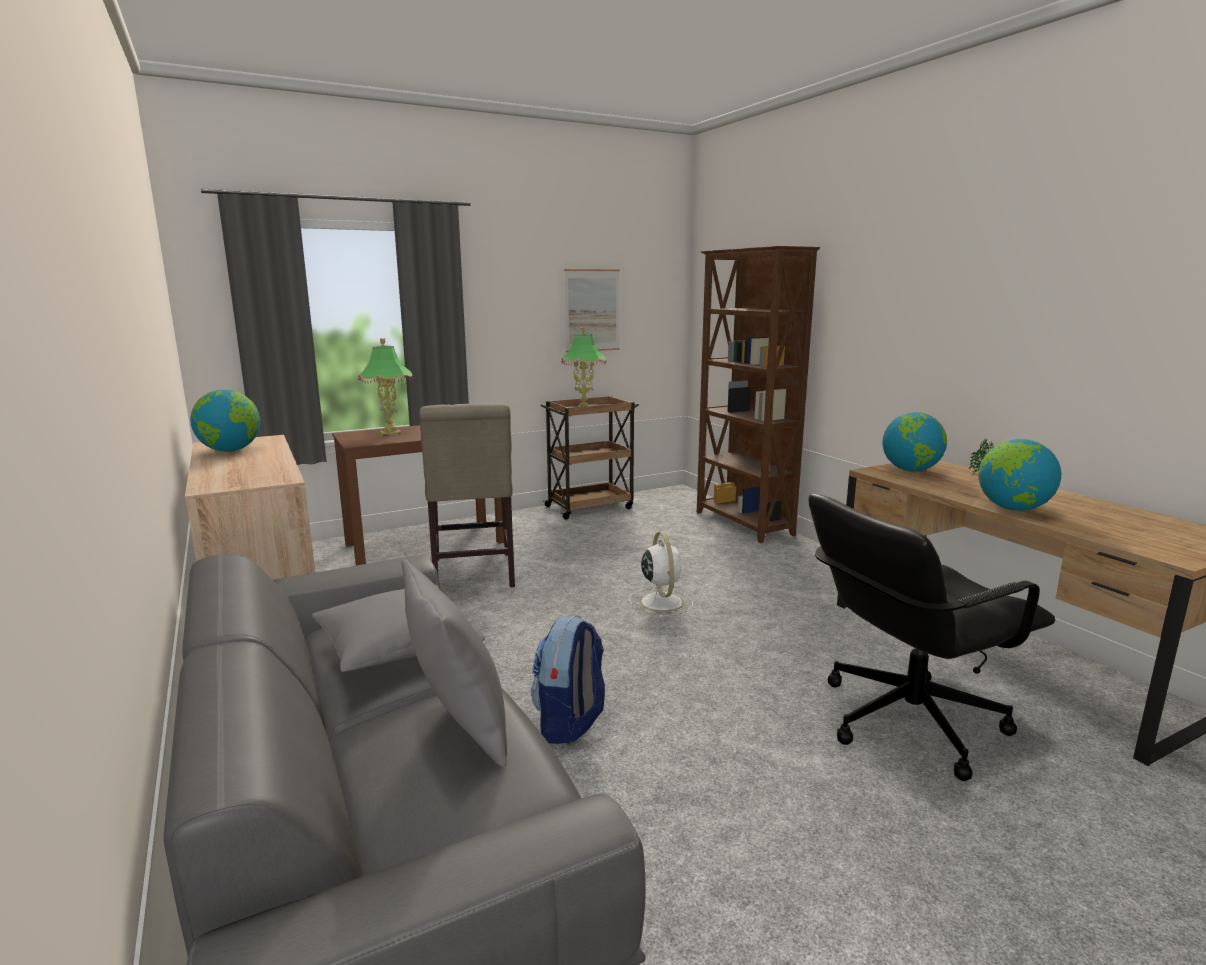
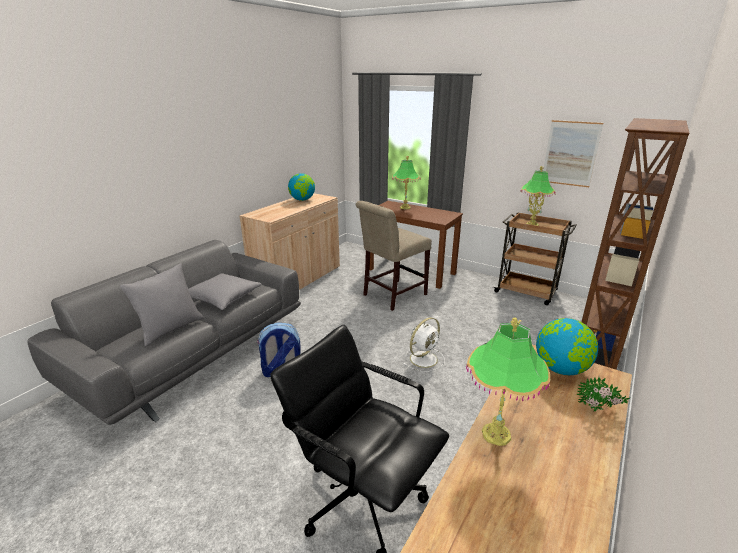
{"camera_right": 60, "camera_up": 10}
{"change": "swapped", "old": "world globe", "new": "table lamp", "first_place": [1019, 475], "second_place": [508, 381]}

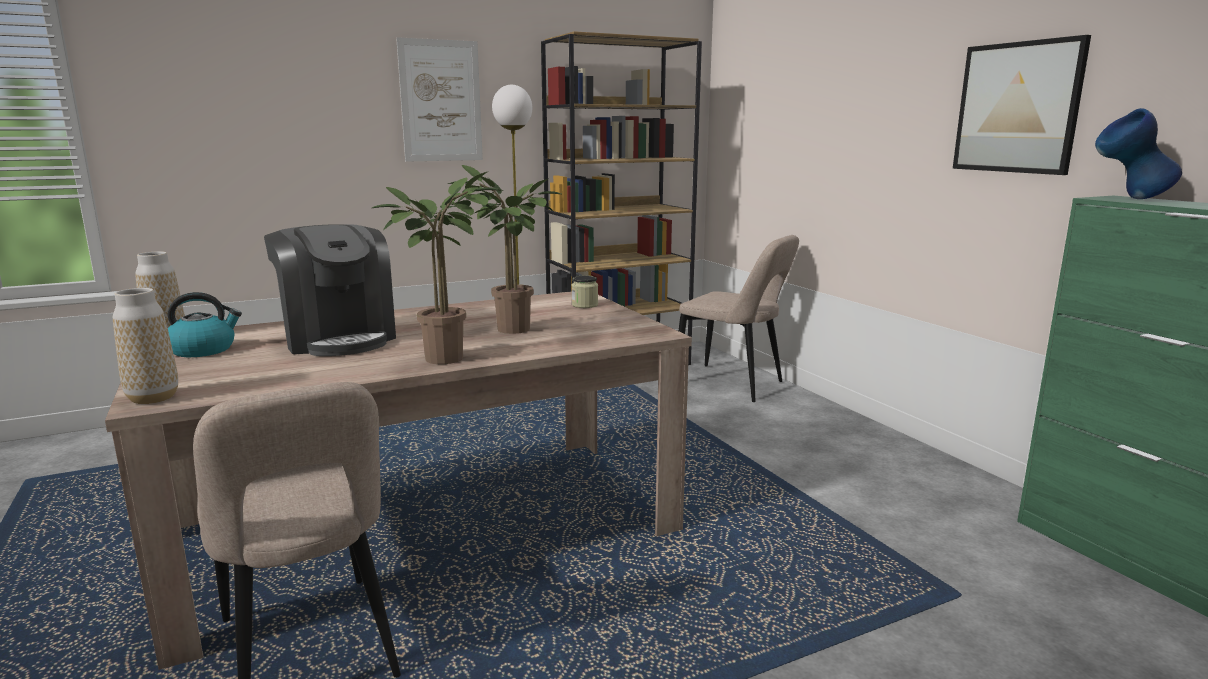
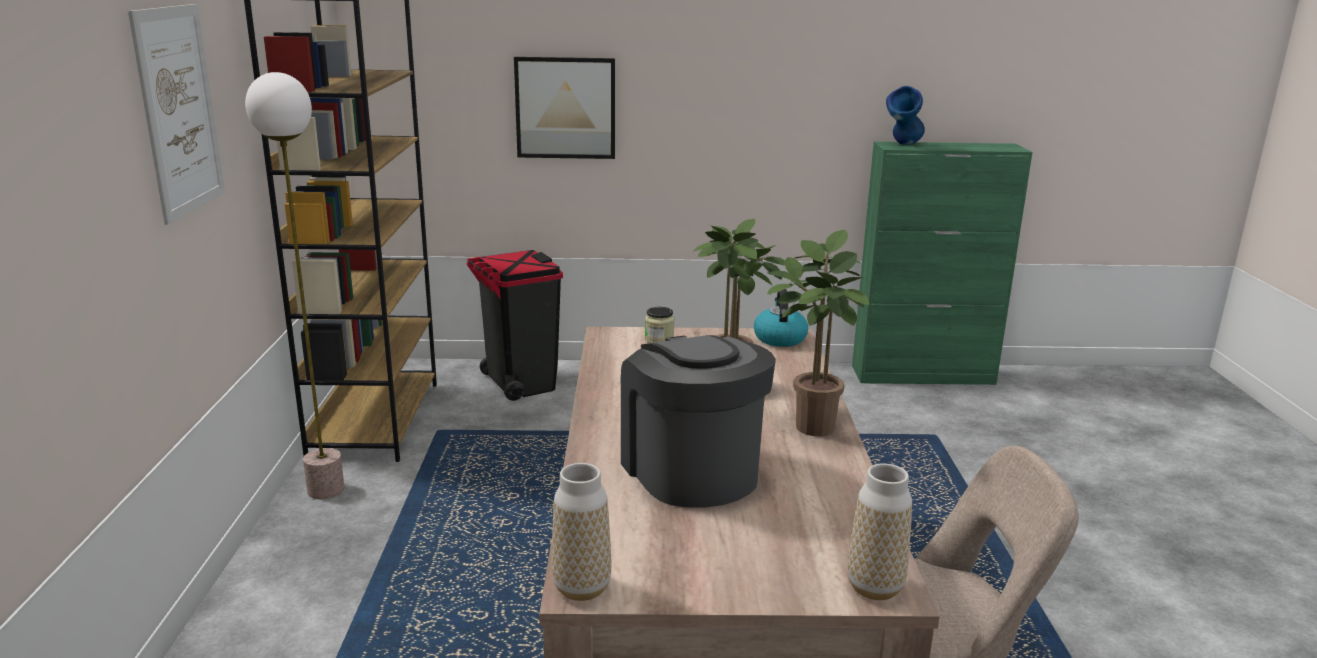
{"camera_right": -65, "camera_up": 5}
{"change": "shifted", "old": "wall picture", "first_place": [1022, 105], "second_place": [564, 108]}
{"change": "rotated", "old": "coffee machine", "first_place": [330, 290], "second_place": [698, 421], "degrees": -105}
{"change": "swapped", "old": "sand-coloured upright chair", "new": "blackish trash can", "first_place": [738, 318], "second_place": [515, 325]}
{"change": "shifted", "old": "water kettle", "first_place": [204, 324], "second_place": [781, 318]}

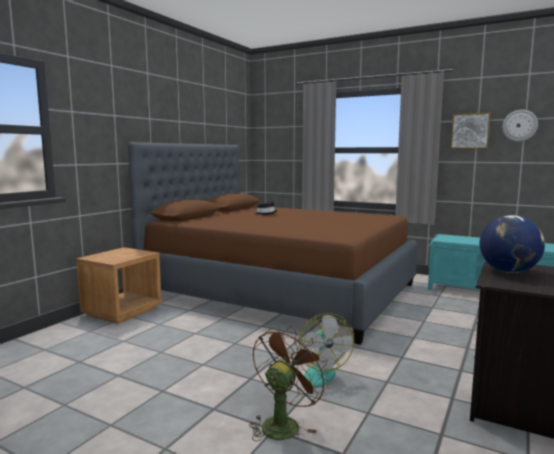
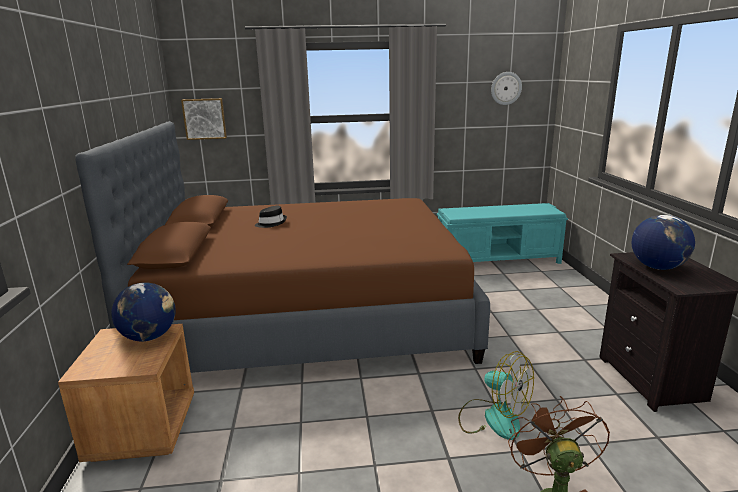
{"camera_right": -35, "camera_up": 10}
{"change": "shifted", "old": "wall picture", "first_place": [470, 130], "second_place": [204, 119]}
{"change": "new", "new": "world globe", "second_place": [143, 311]}

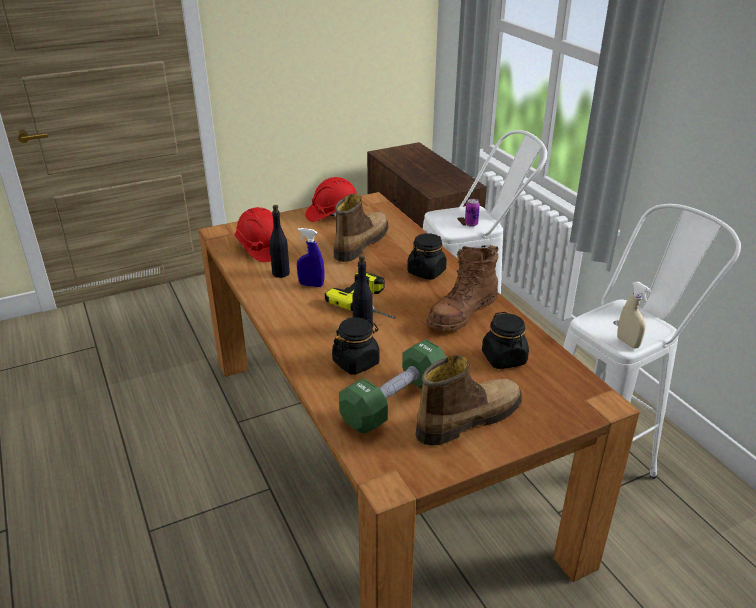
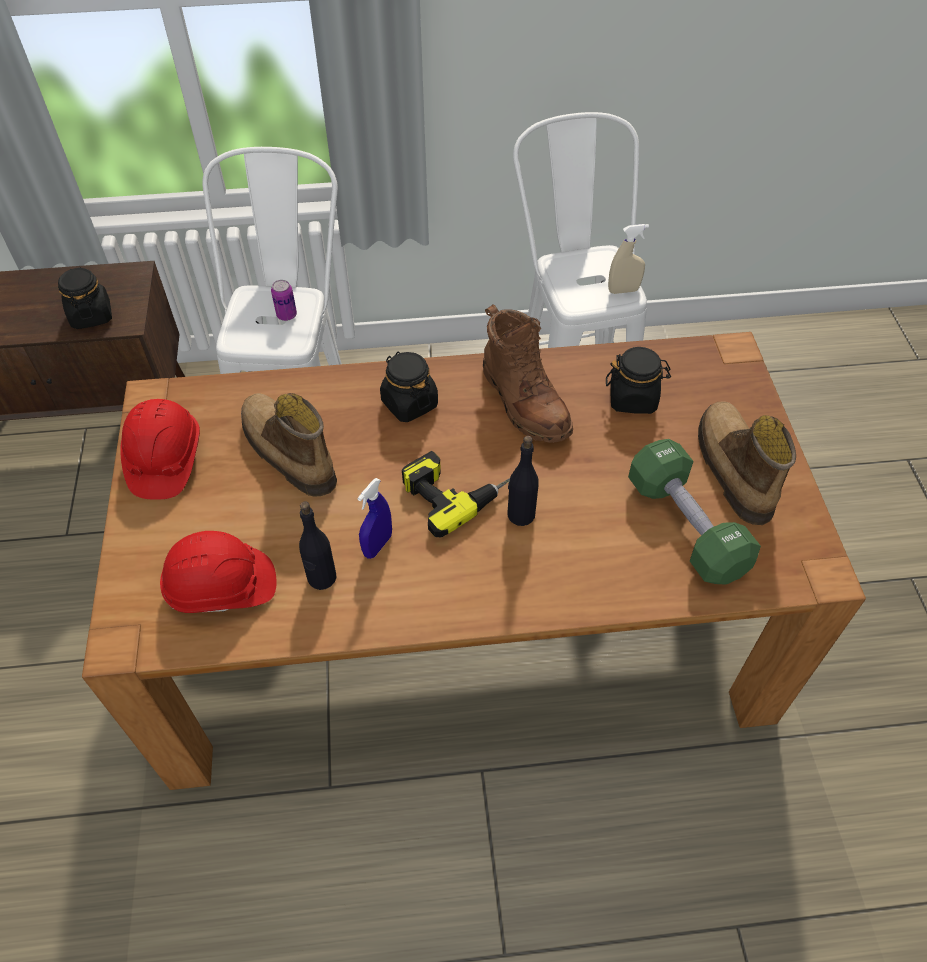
{"camera_right": -70, "camera_up": 20}
{"change": "shifted", "old": "blackish preserve jar", "first_place": [355, 346], "second_place": [85, 298]}

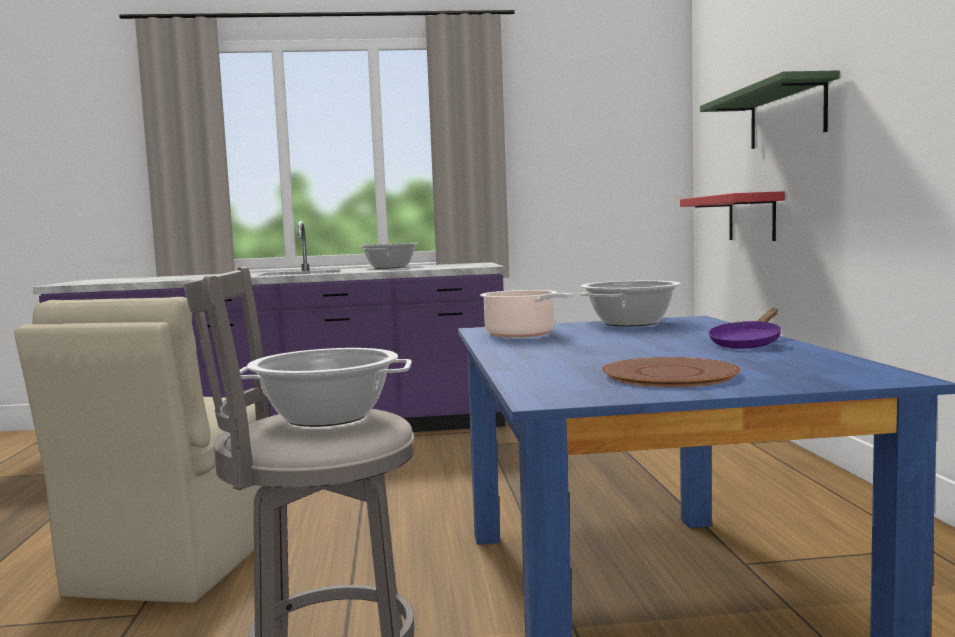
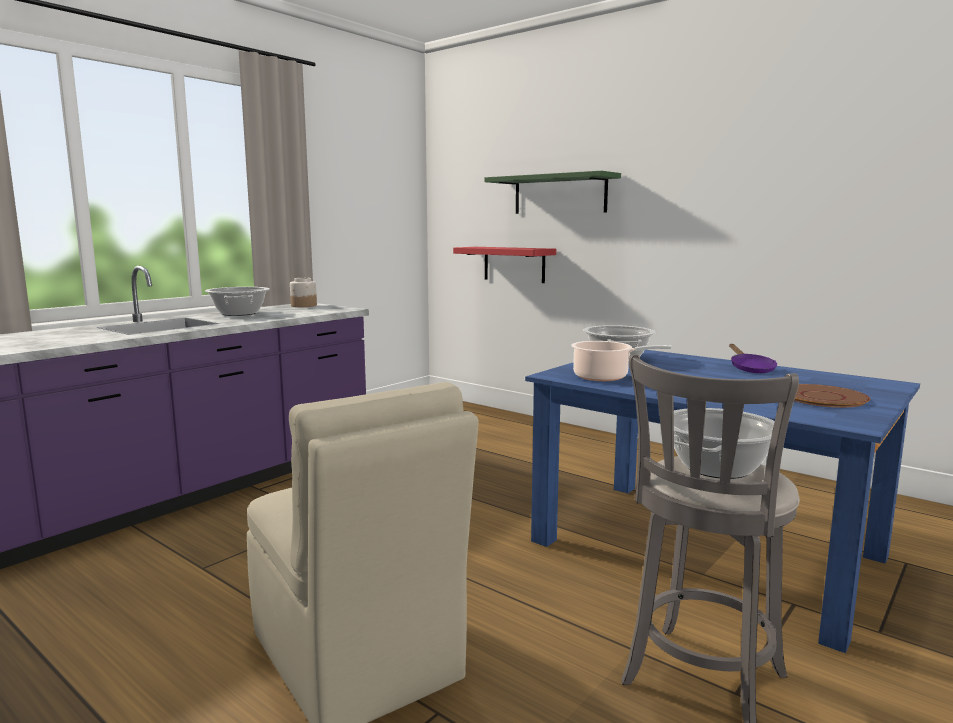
{"camera_right": -45, "camera_up": 5}
{"change": "new", "new": "preserve jar", "second_place": [303, 292]}

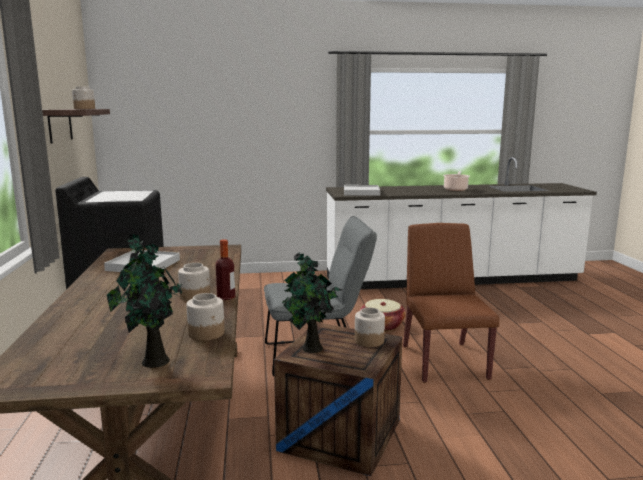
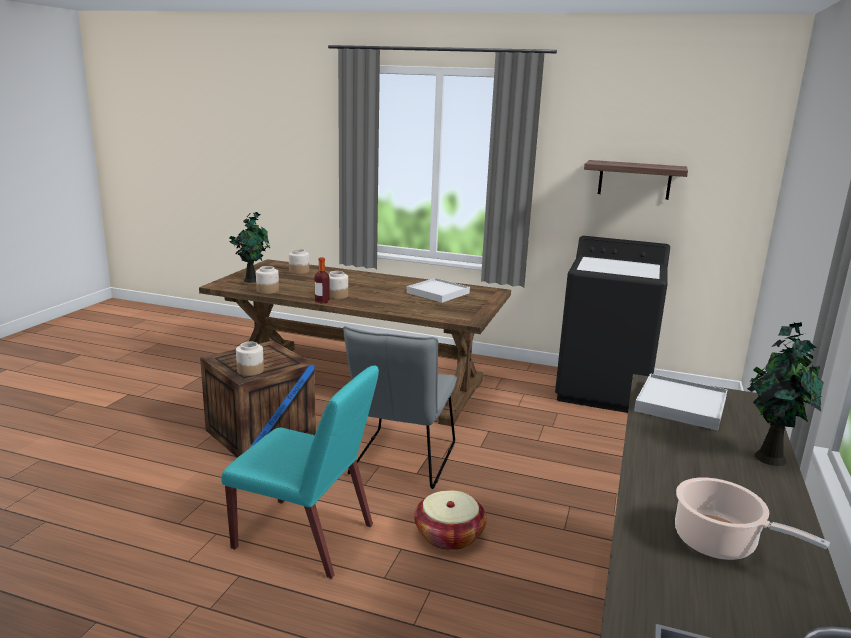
{"camera_right": 115, "camera_up": 5}
{"change": "shifted", "old": "preserve jar", "first_place": [83, 97], "second_place": [299, 261]}
{"change": "repainted", "old": "brownish upright chair", "new": "blue-green upright chair", "first_place": [451, 303], "second_place": [300, 472]}
{"change": "shifted", "old": "houseplant", "first_place": [312, 302], "second_place": [785, 394]}

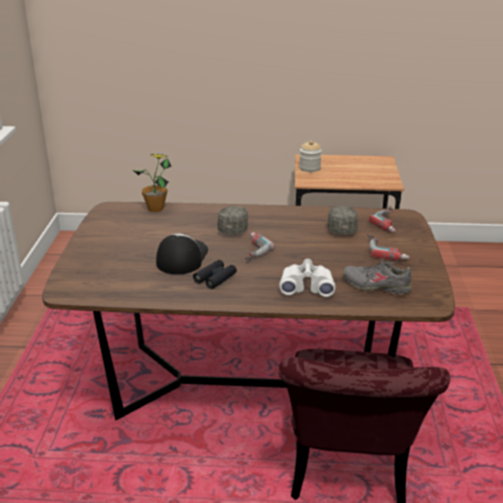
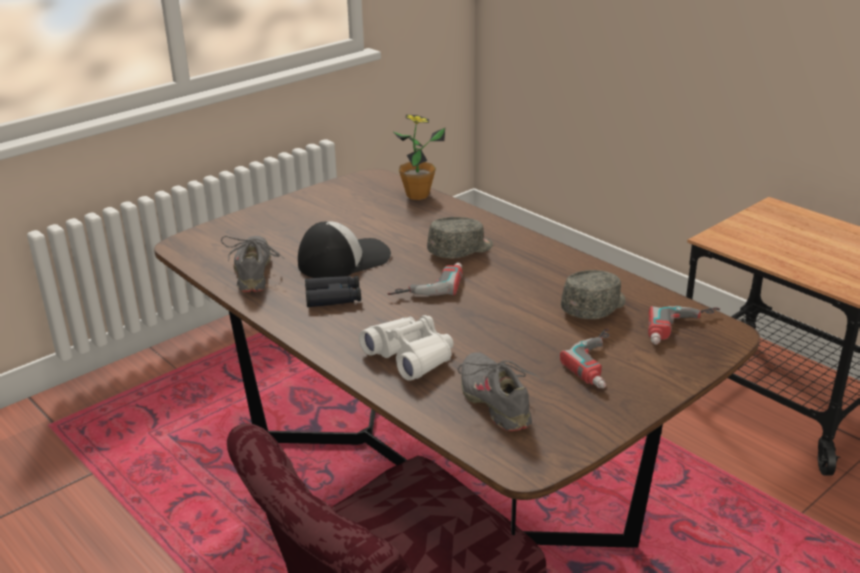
{"camera_right": 45, "camera_up": 0}
{"change": "gone", "old": "preserve jar", "first_place": [310, 156]}
{"change": "new", "new": "grey shoe", "second_place": [252, 264]}

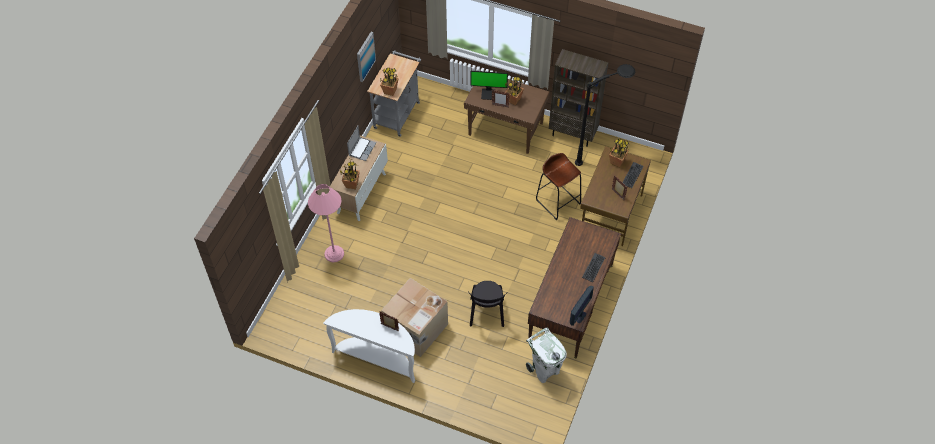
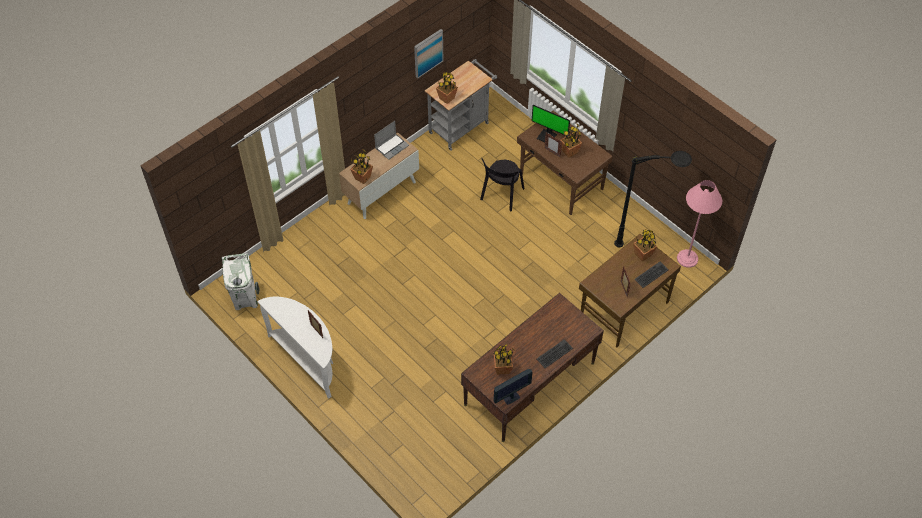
{"camera_right": 25, "camera_up": 0}
{"change": "gone", "old": "brownish shelving unit", "first_place": [578, 98]}
{"change": "gone", "old": "brownish stool", "first_place": [558, 186]}
{"change": "shifted", "old": "pink-coloured standard lamp", "first_place": [326, 223], "second_place": [699, 224]}
{"change": "gone", "old": "cardboard box", "first_place": [414, 317]}
{"change": "shifted", "old": "blackish upright chair", "first_place": [488, 304], "second_place": [502, 184]}
{"change": "shifted", "old": "whitish trash can", "first_place": [546, 355], "second_place": [240, 281]}
{"change": "new", "new": "houseplant", "second_place": [504, 359]}

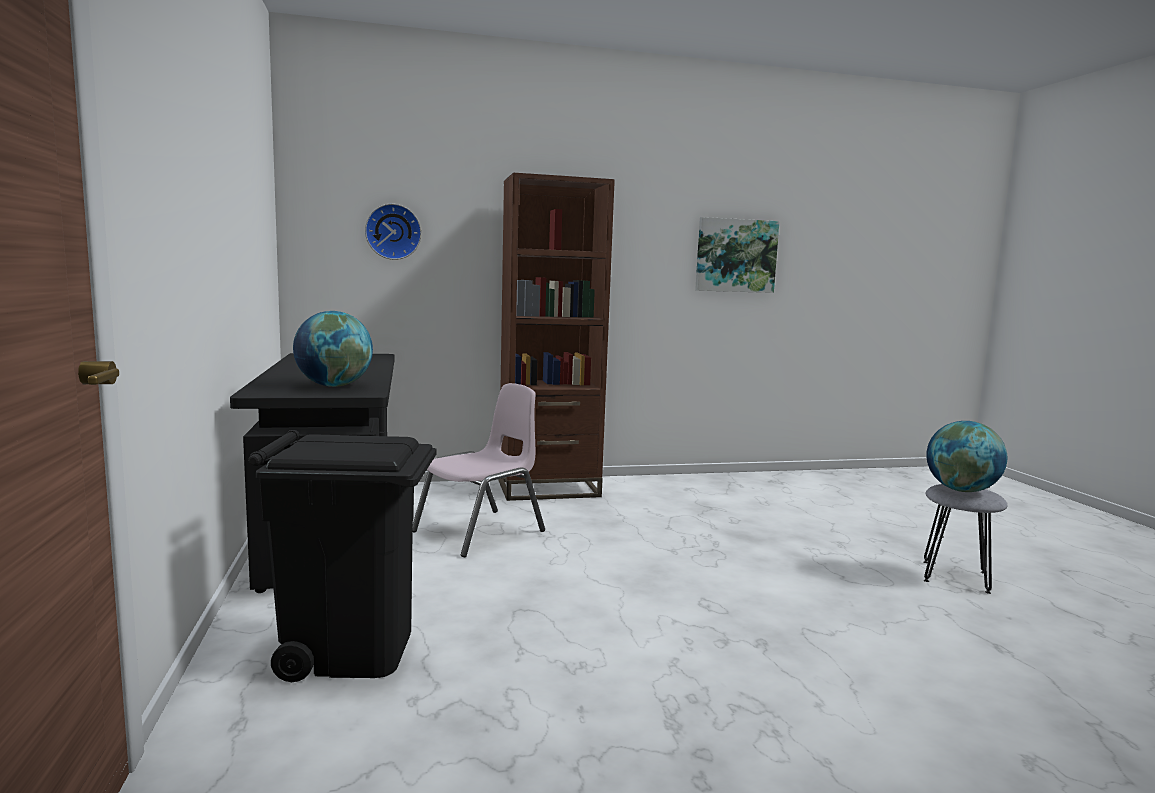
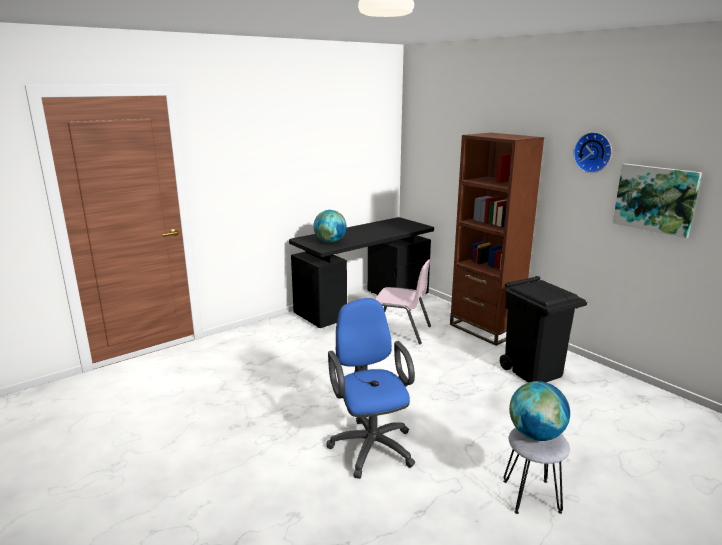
{"camera_right": 65, "camera_up": 10}
{"change": "shifted", "old": "hanging clock", "first_place": [393, 231], "second_place": [592, 152]}
{"change": "shifted", "old": "blackish trash can", "first_place": [342, 556], "second_place": [543, 329]}
{"change": "new", "new": "bluish office chair", "second_place": [370, 388]}

